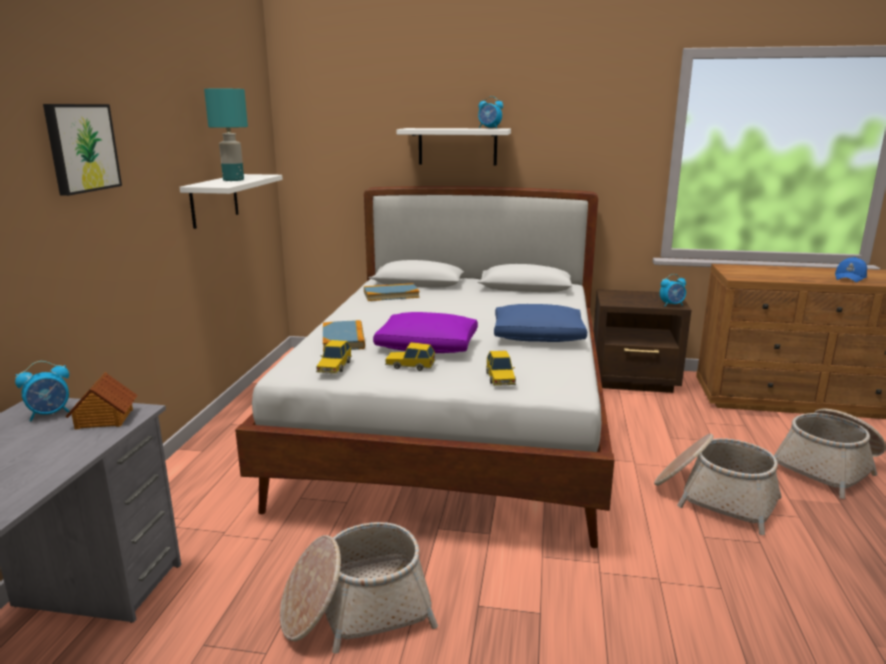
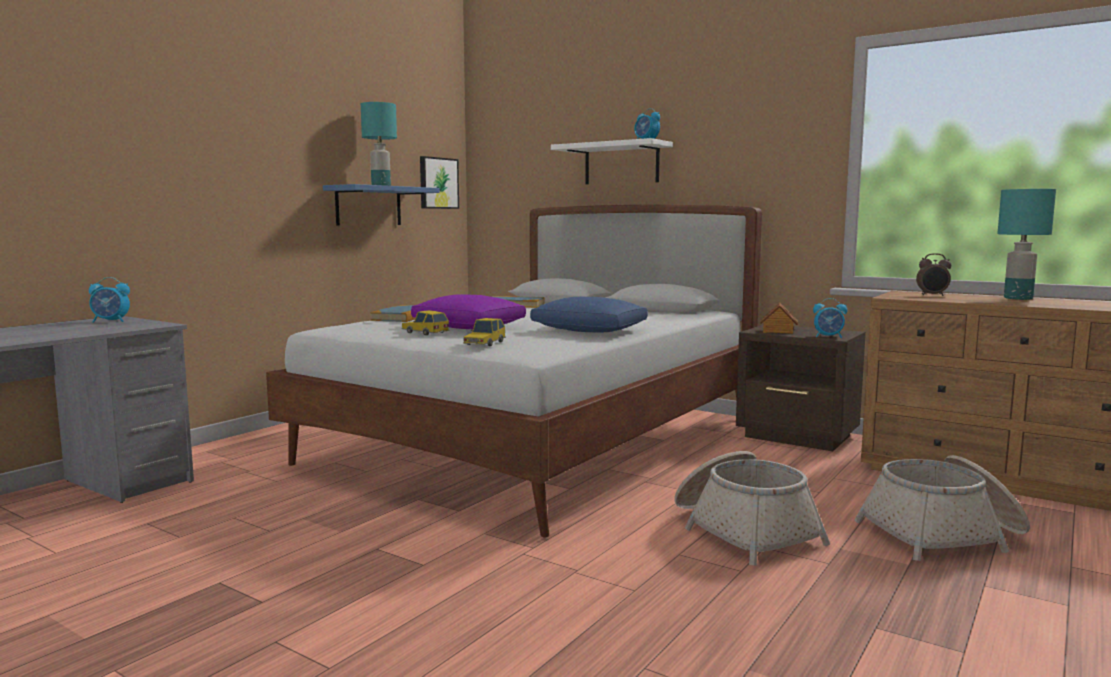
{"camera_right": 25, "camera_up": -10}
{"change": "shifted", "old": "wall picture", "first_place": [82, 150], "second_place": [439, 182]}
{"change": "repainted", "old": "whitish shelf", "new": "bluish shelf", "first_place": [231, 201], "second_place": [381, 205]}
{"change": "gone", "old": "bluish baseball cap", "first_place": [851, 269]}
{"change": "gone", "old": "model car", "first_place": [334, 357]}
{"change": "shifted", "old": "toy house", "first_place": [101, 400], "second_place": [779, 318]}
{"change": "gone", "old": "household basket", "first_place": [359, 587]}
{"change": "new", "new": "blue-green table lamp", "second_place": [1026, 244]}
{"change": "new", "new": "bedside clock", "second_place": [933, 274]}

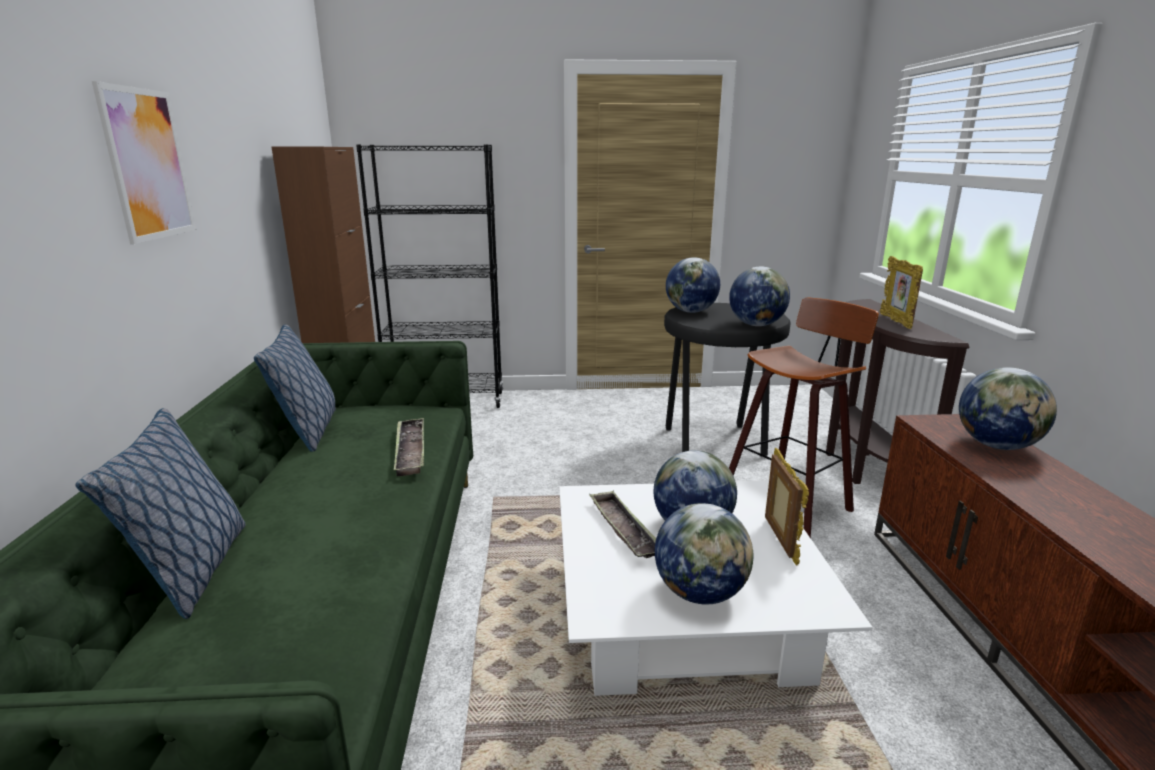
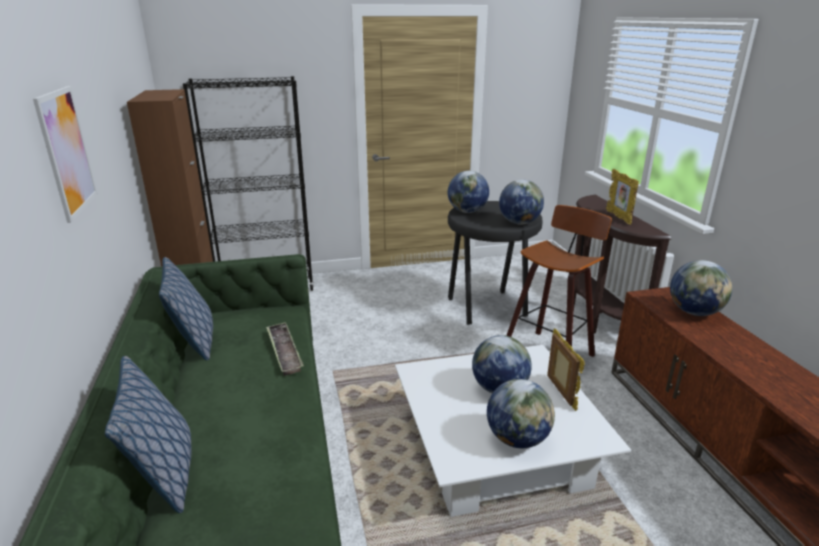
{"camera_right": -10, "camera_up": 5}
{"change": "gone", "old": "tray", "first_place": [622, 524]}

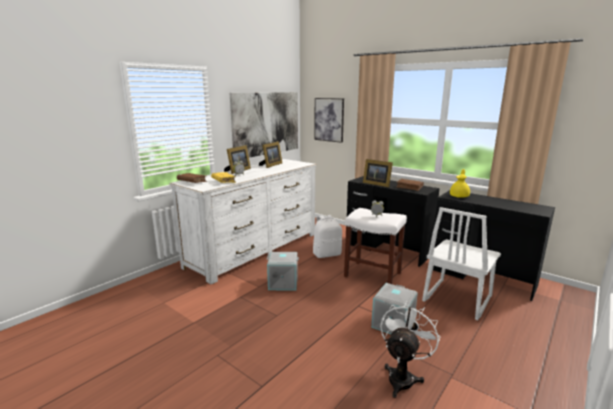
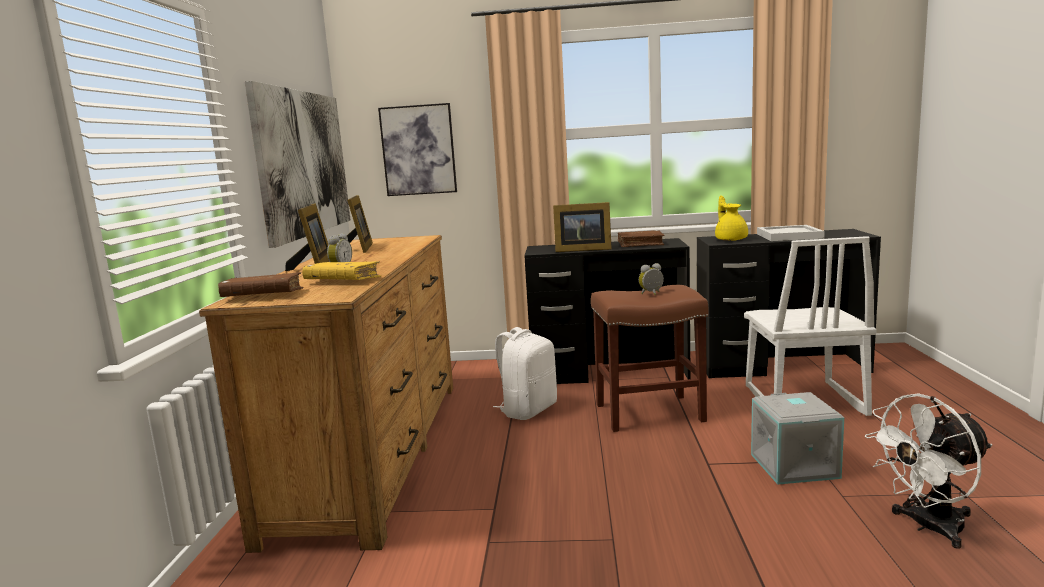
{"camera_right": -35, "camera_up": -5}
{"change": "repainted", "old": "whitish dresser", "new": "brownish dresser", "first_place": [243, 222], "second_place": [326, 394]}
{"change": "repainted", "old": "whitish stool", "new": "brownish stool", "first_place": [375, 246], "second_place": [649, 358]}
{"change": "gone", "old": "grey storage container", "first_place": [282, 271]}
{"change": "rotated", "old": "whitish cooling fan", "first_place": [410, 349], "second_place": [928, 471], "degrees": -105}
{"change": "new", "new": "whitish tray", "second_place": [791, 233]}

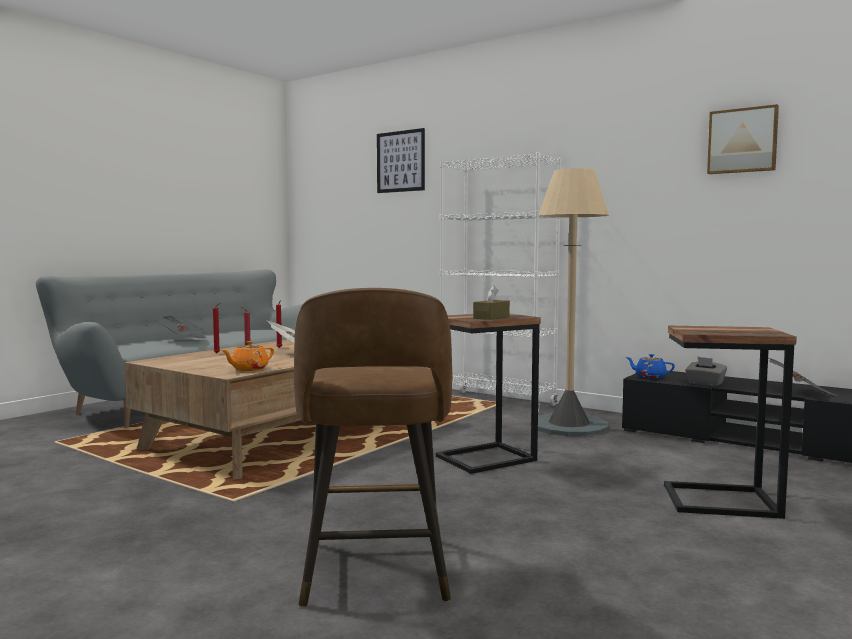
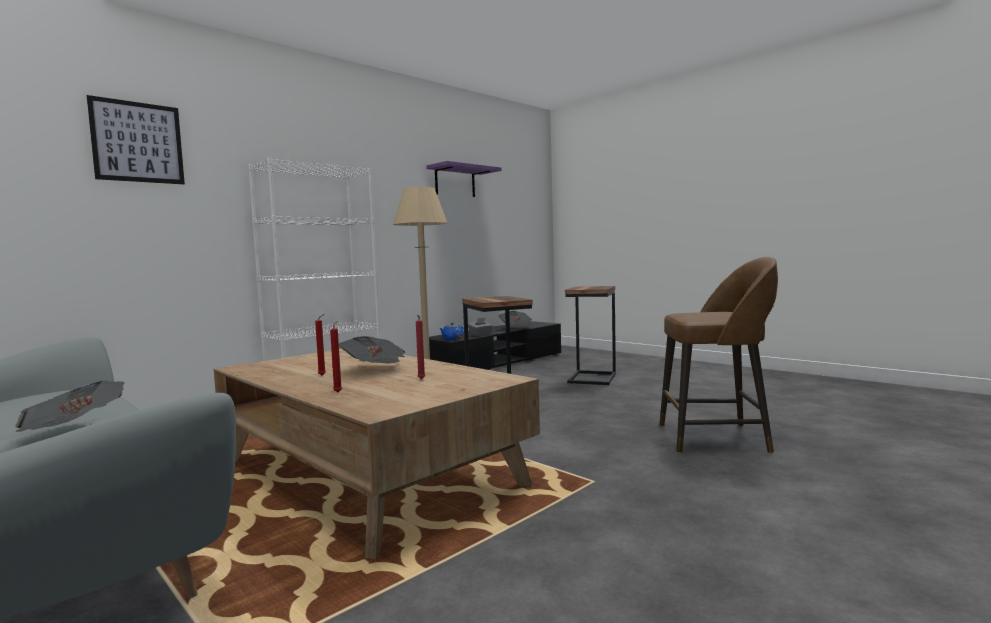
{"camera_right": -80, "camera_up": 0}
{"change": "swapped", "old": "wall picture", "new": "purple-coloured shelf", "first_place": [743, 139], "second_place": [464, 179]}
{"change": "gone", "old": "brownish box of tissues", "first_place": [491, 302]}
{"change": "gone", "old": "orange teapot", "first_place": [247, 356]}

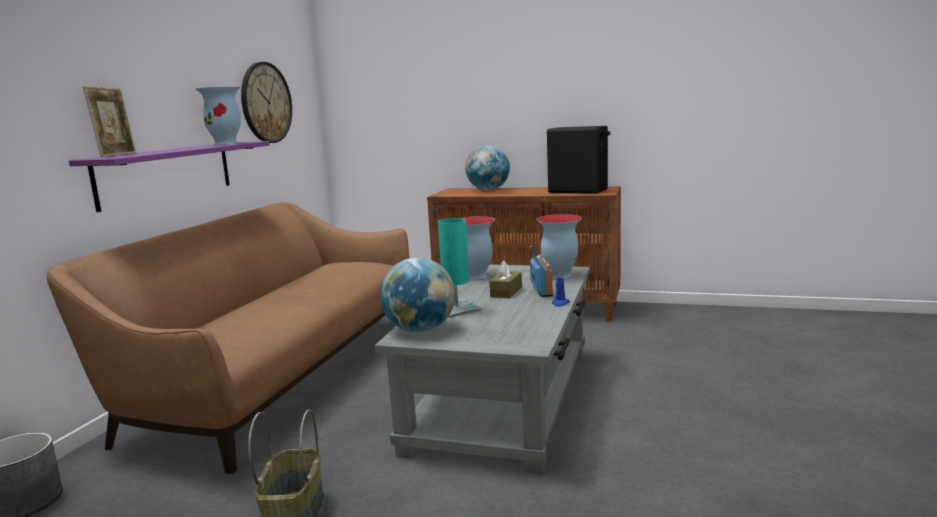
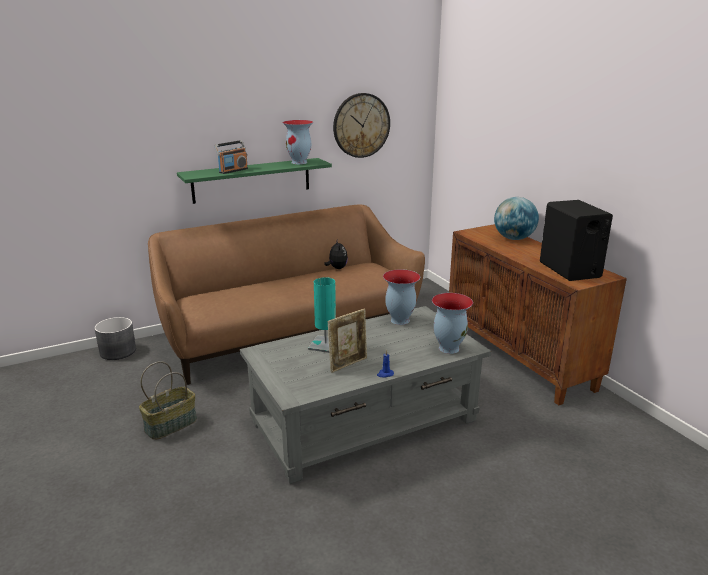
{"camera_right": 45, "camera_up": 10}
{"change": "shifted", "old": "standing frame", "first_place": [109, 121], "second_place": [347, 341]}
{"change": "repainted", "old": "purple-coloured shelf", "new": "green-coloured shelf", "first_place": [169, 176], "second_place": [254, 181]}
{"change": "shifted", "old": "radio set", "first_place": [541, 271], "second_place": [231, 157]}
{"change": "gone", "old": "world globe", "first_place": [417, 294]}
{"change": "gone", "old": "brownish box of tissues", "first_place": [505, 279]}
{"change": "new", "new": "plush toy", "second_place": [336, 255]}

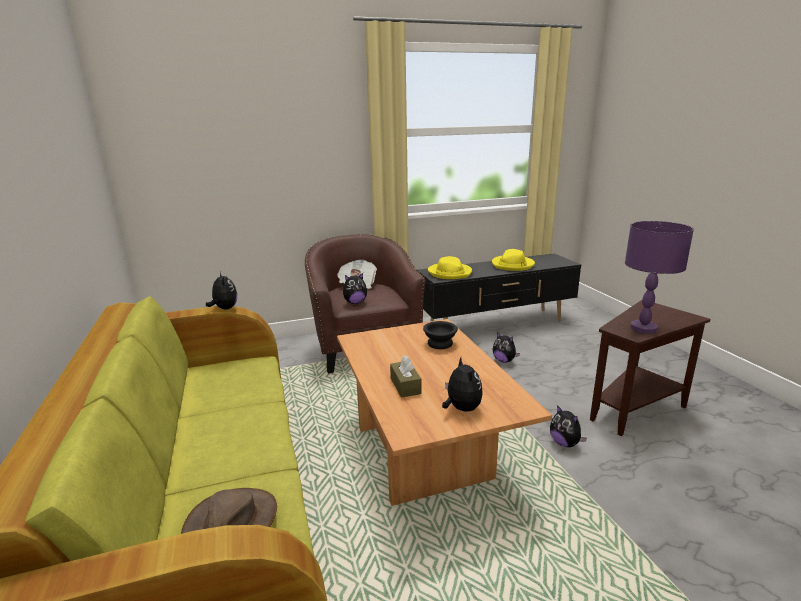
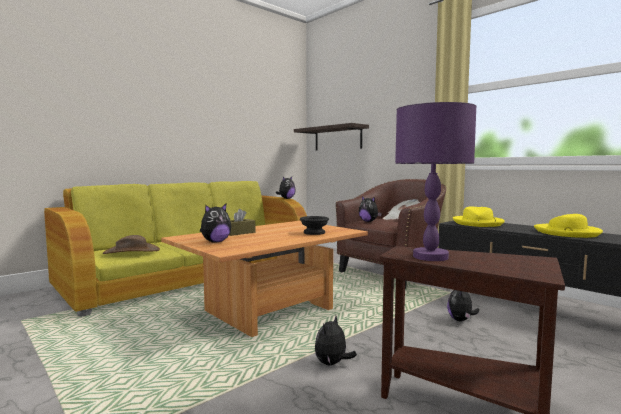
{"camera_right": 65, "camera_up": -15}
{"change": "new", "new": "shelf", "second_place": [331, 137]}

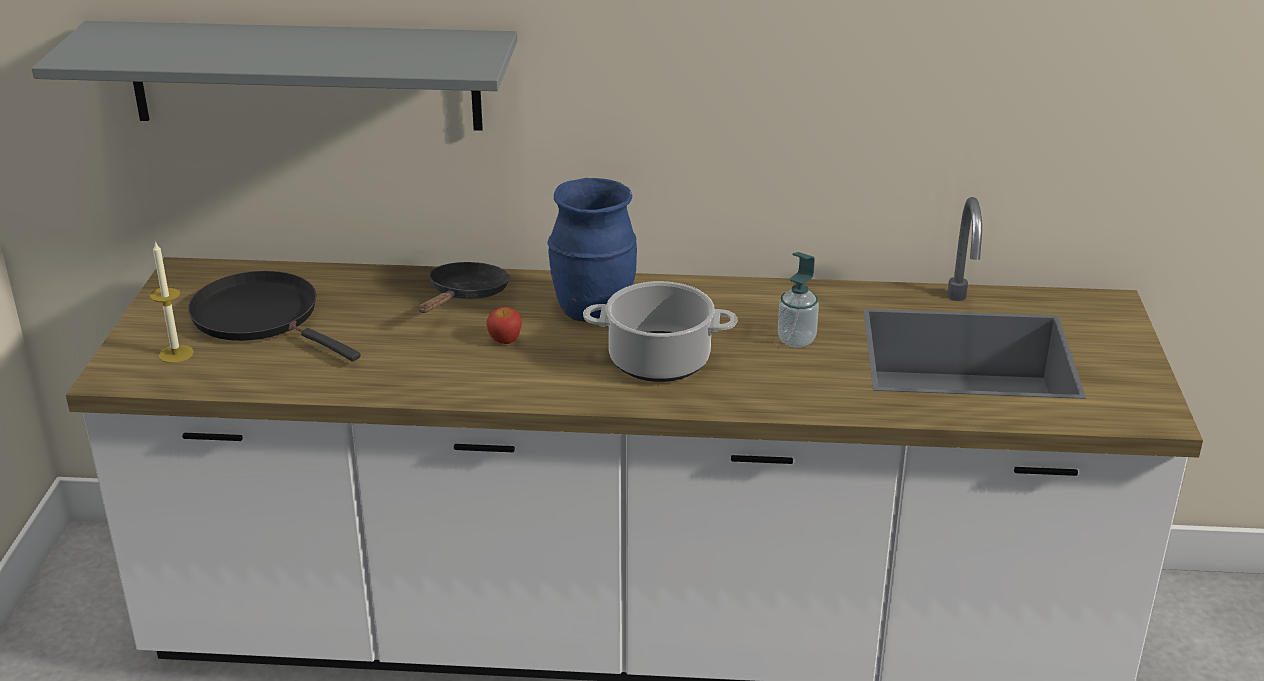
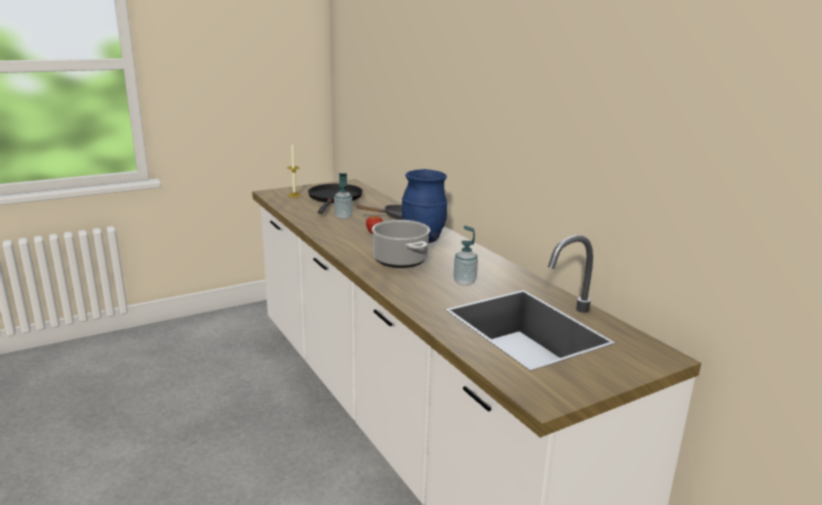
{"camera_right": 55, "camera_up": -10}
{"change": "gone", "old": "grey shelf", "first_place": [274, 76]}
{"change": "new", "new": "liquid soap bottle", "second_place": [343, 196]}

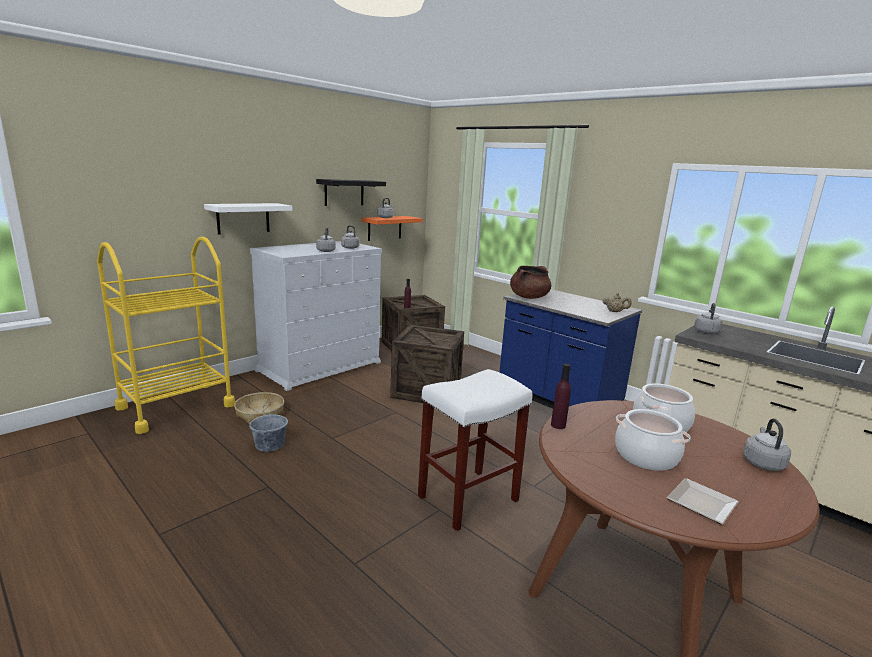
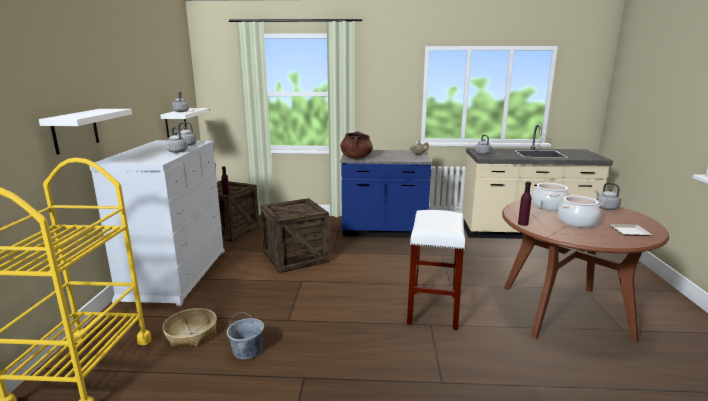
{"camera_right": -40, "camera_up": 0}
{"change": "gone", "old": "blackish shelf", "first_place": [351, 192]}
{"change": "repainted", "old": "orange shelf", "new": "whitish shelf", "first_place": [392, 228], "second_place": [184, 123]}

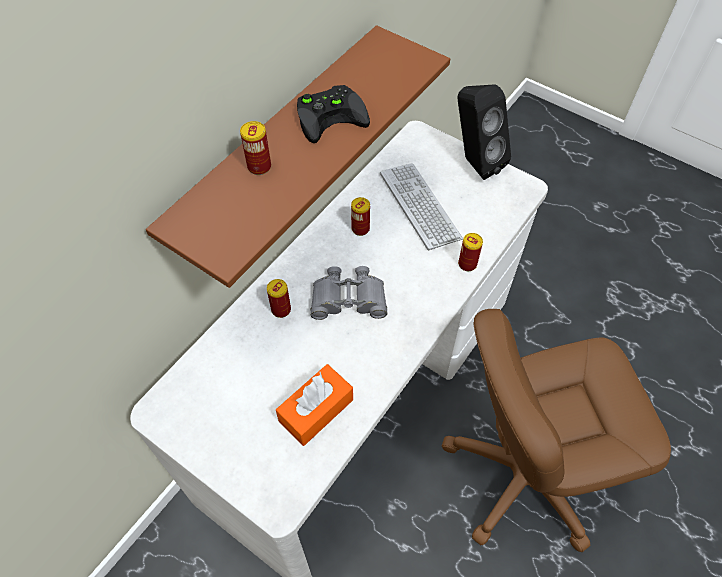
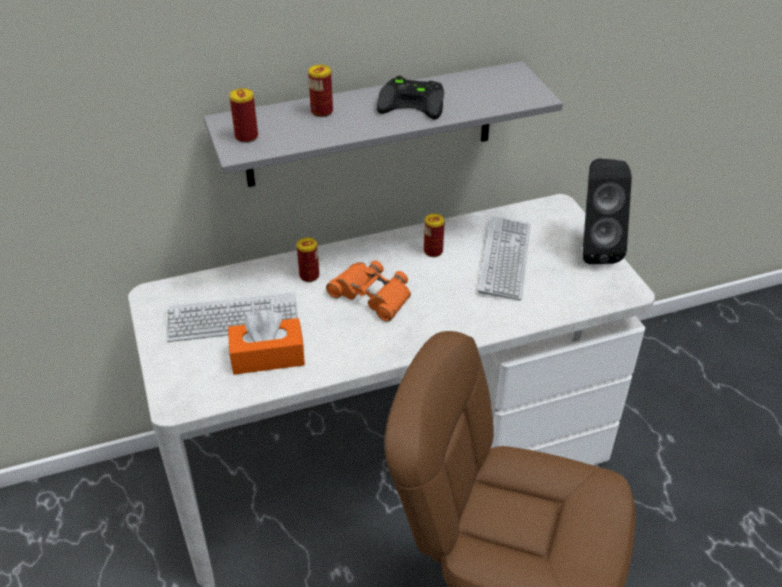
{"camera_right": 35, "camera_up": -15}
{"change": "repainted", "old": "brownish shelf", "new": "grey shelf", "first_place": [298, 156], "second_place": [383, 124]}
{"change": "shifted", "old": "can", "first_place": [470, 252], "second_place": [243, 115]}
{"change": "repainted", "old": "grey field glasses", "new": "orange field glasses", "first_place": [348, 293], "second_place": [368, 291]}
{"change": "new", "new": "PC keyboard", "second_place": [232, 317]}

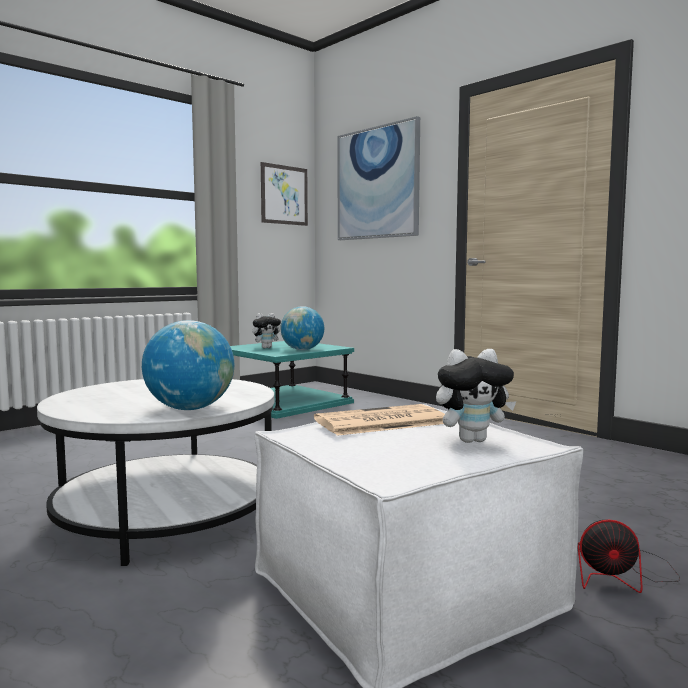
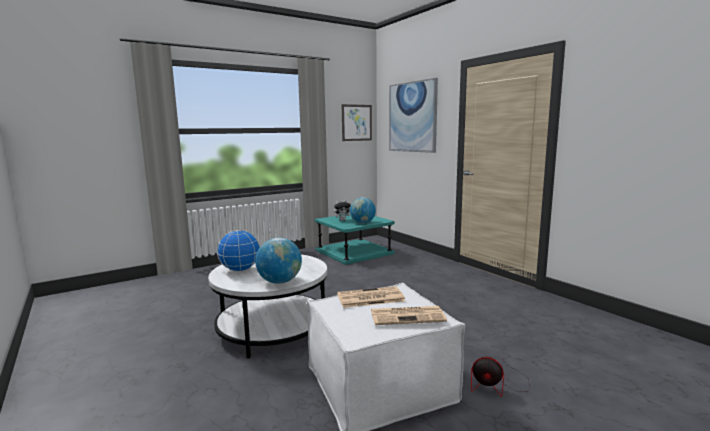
{"camera_right": 10, "camera_up": 5}
{"change": "swapped", "old": "plush toy", "new": "daily paper", "first_place": [476, 396], "second_place": [409, 315]}
{"change": "new", "new": "world globe", "second_place": [238, 251]}

